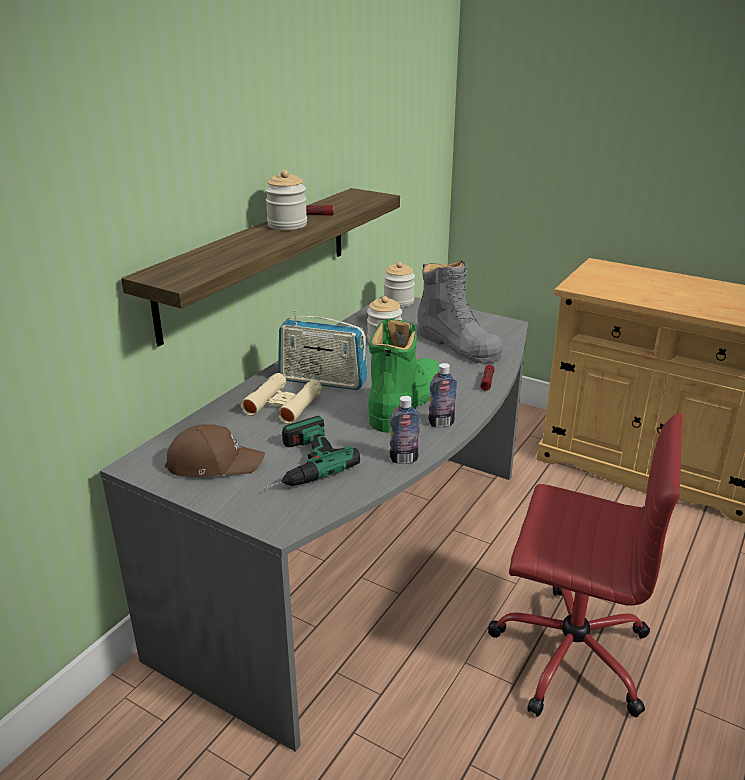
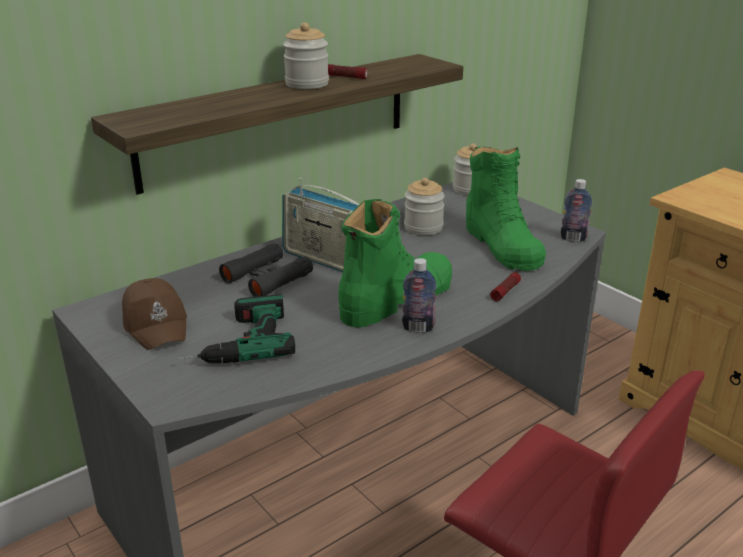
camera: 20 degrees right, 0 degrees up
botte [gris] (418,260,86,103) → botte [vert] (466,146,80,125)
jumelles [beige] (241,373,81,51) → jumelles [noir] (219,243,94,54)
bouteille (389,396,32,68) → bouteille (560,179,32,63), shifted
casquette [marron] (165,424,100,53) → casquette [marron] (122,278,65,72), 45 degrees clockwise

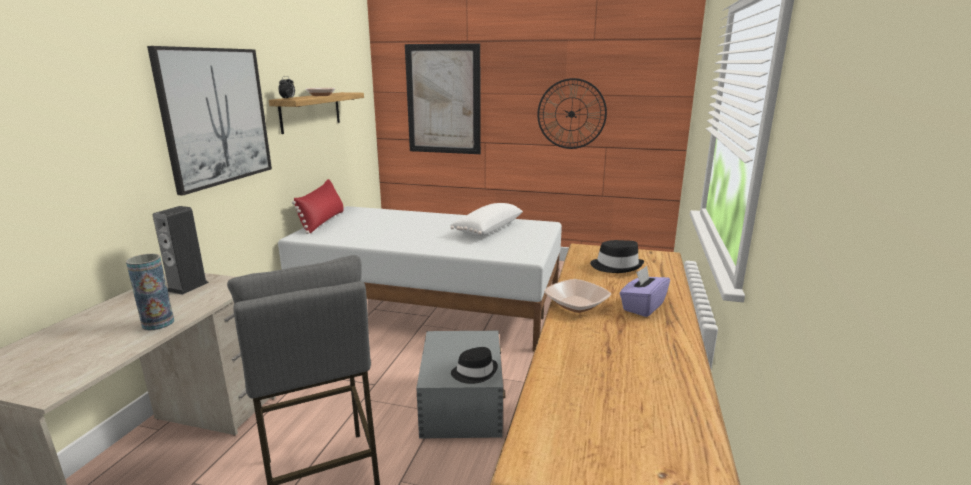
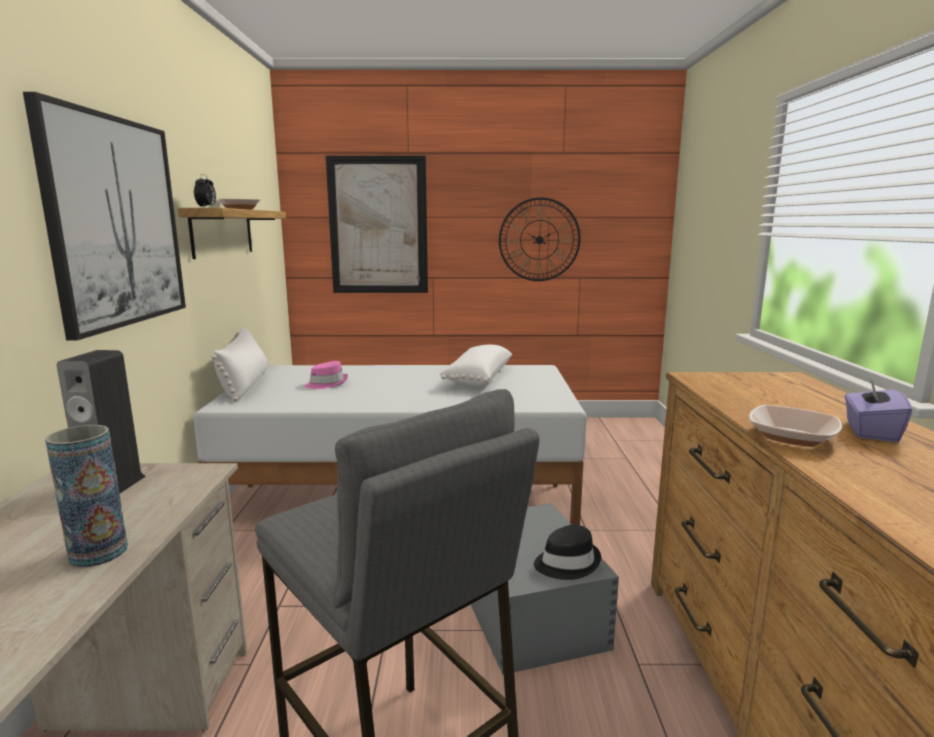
camera: 15 degrees left, 5 degrees down
coussin [rouge] (292,179,51,55) → coussin [blanc] (211,327,56,74)
chapeau [noir] (590,240,54,33) → -
- → chapeau [rose] (304,361,44,28)

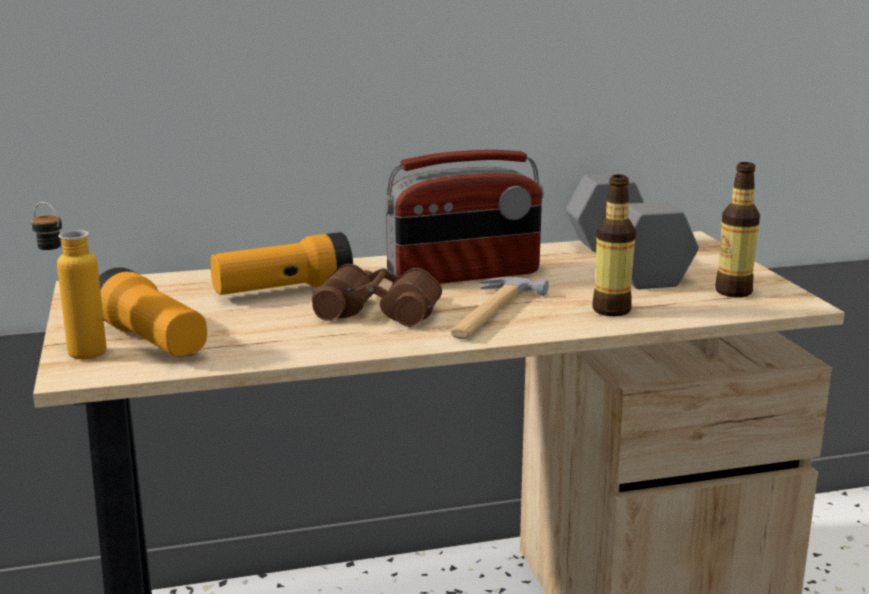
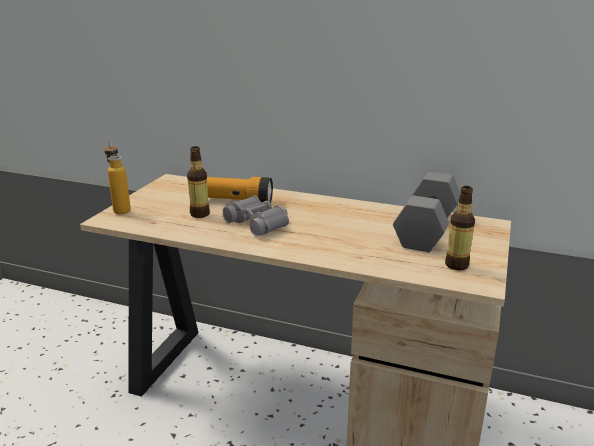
camera: 35 degrees right, 5 degrees up
radio (383,150,161,134) → -
bouteille (592,175,44,141) → bouteille (187,146,23,72), shifted
jumelles [marron] (312,264,130,63) → jumelles [gris] (223,196,66,40)
lampe de poche (99,267,108,89) → -
marteau (450,277,99,62) → -

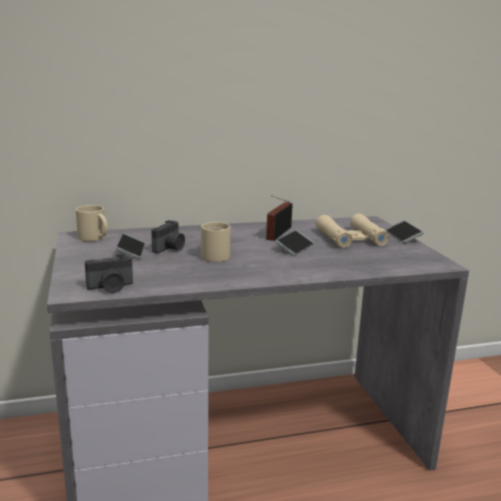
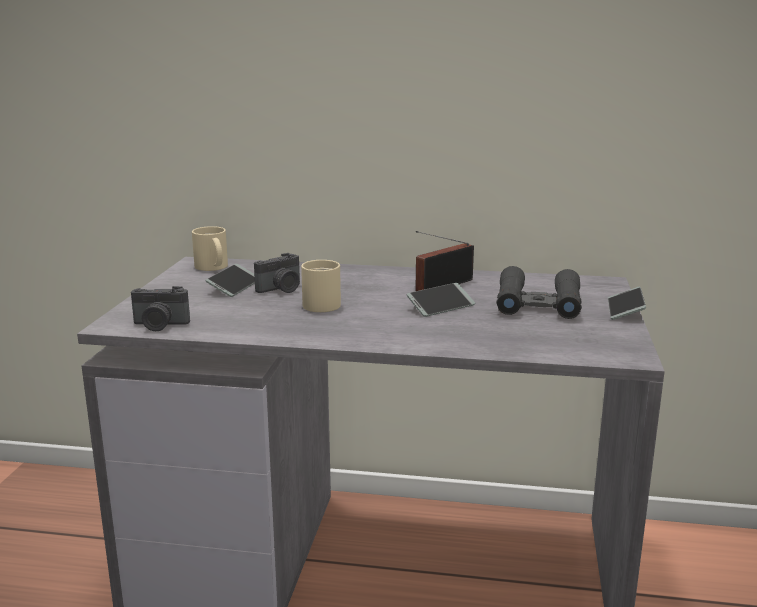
camera: 25 degrees right, 0 degrees up
jumelles [beige] (316,213,73,35) → jumelles [noir] (496,266,86,53)

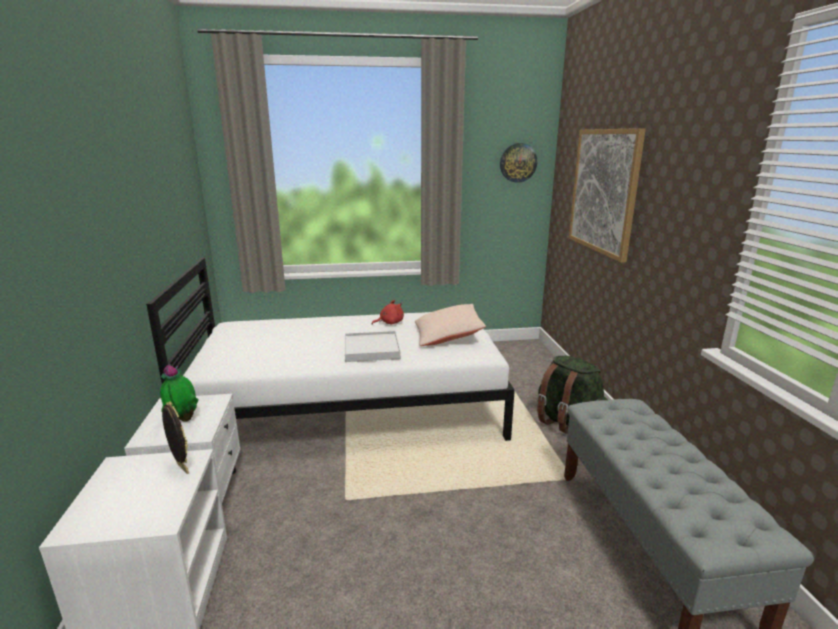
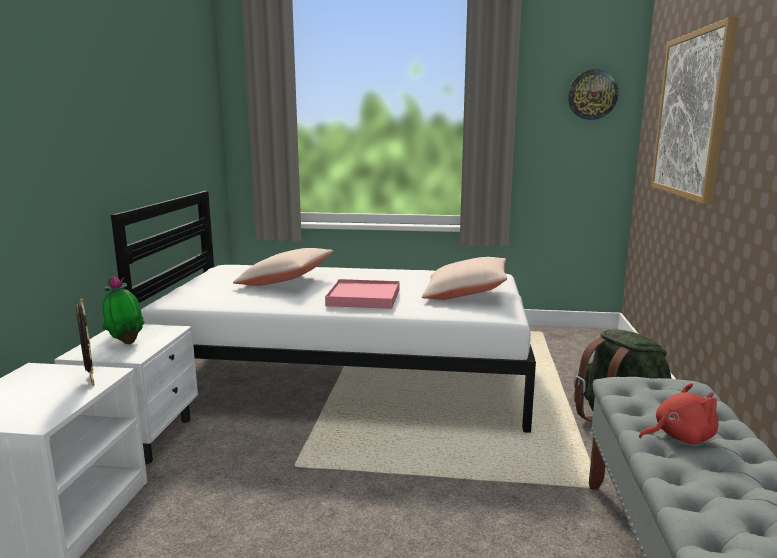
camera: 15 degrees right, 5 degrees down
peluche [rouge] (372,300,32,24) → peluche [rouge] (639,383,80,62), shifted
plateau [blanc] (345,331,56,31) → plateau [rose] (325,279,74,30)
- → coussin [beige] (233,248,100,38)

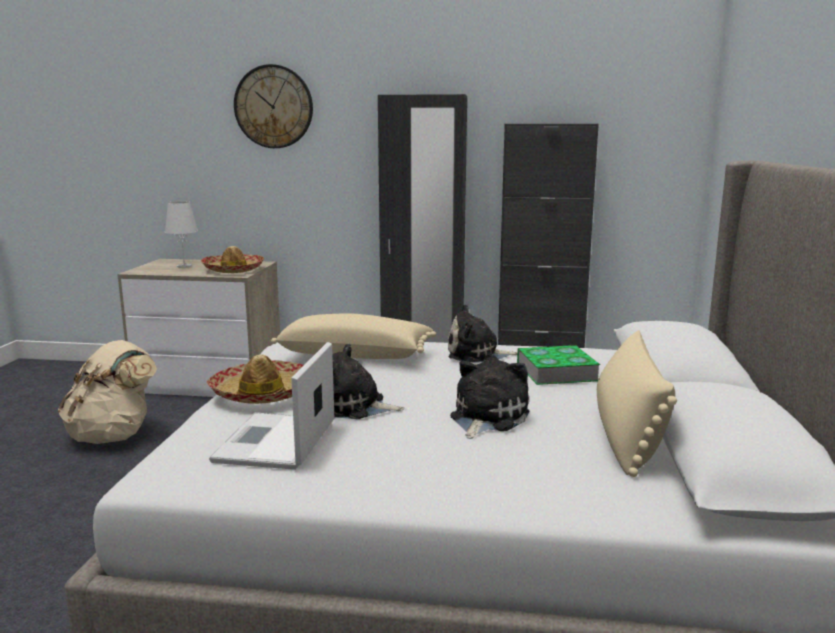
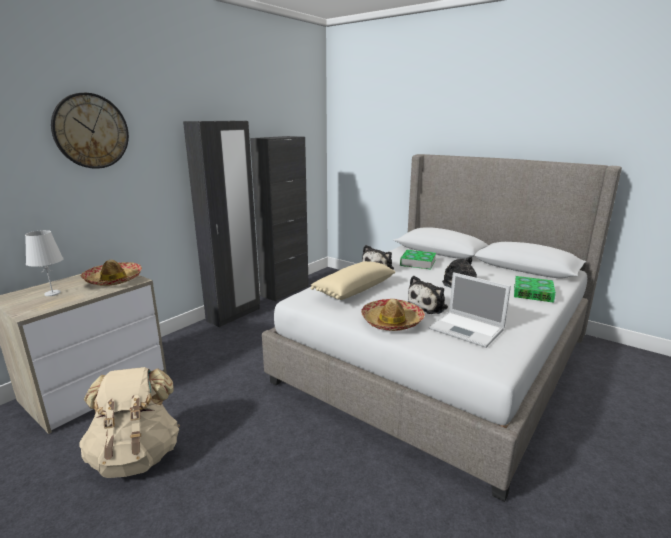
camera: 60 degrees left, 5 degrees up
coussin [beige] (597,330,80,147) → -
- → livre (514,276,42,27)

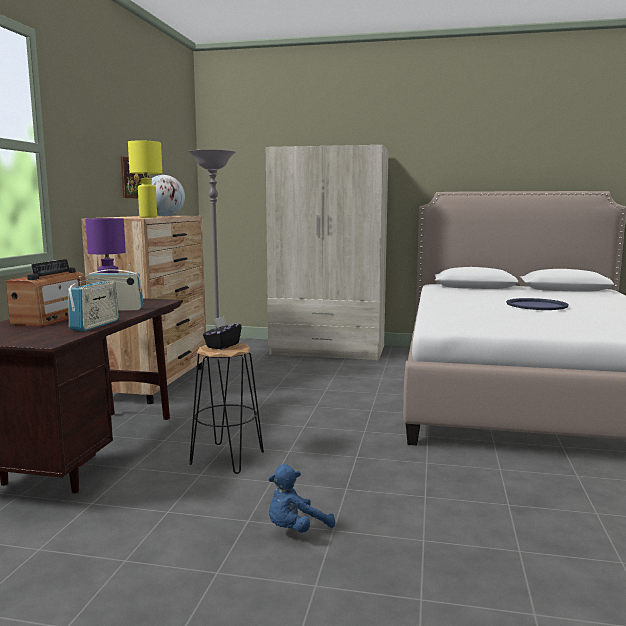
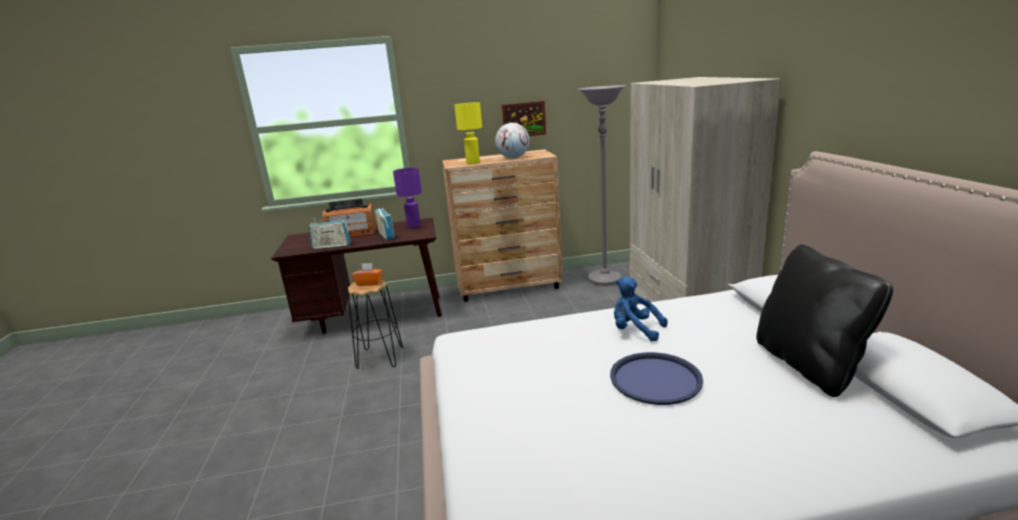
camera: 70 degrees right, 10 degrees up
boîte à mouchoirs [noir] (203,316,39,33) → boîte à mouchoirs [orange] (352,263,31,23)
peluche [bleu] (268,464,67,69) → peluche [bleu] (614,276,54,65), shifted
- → coussin [noir] (756,245,137,152)

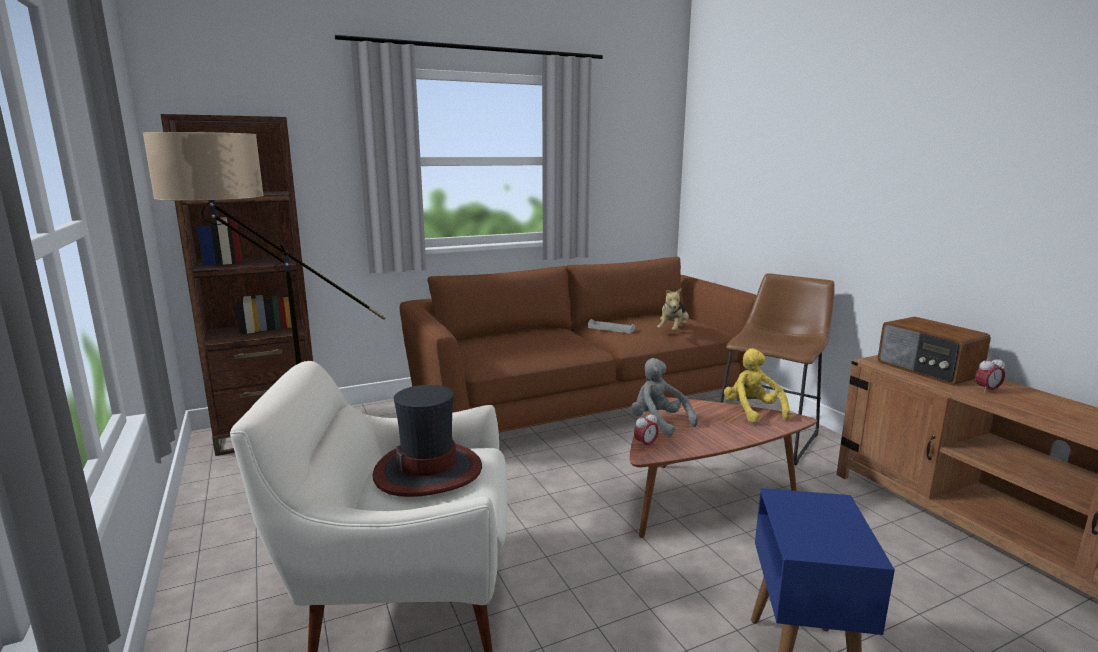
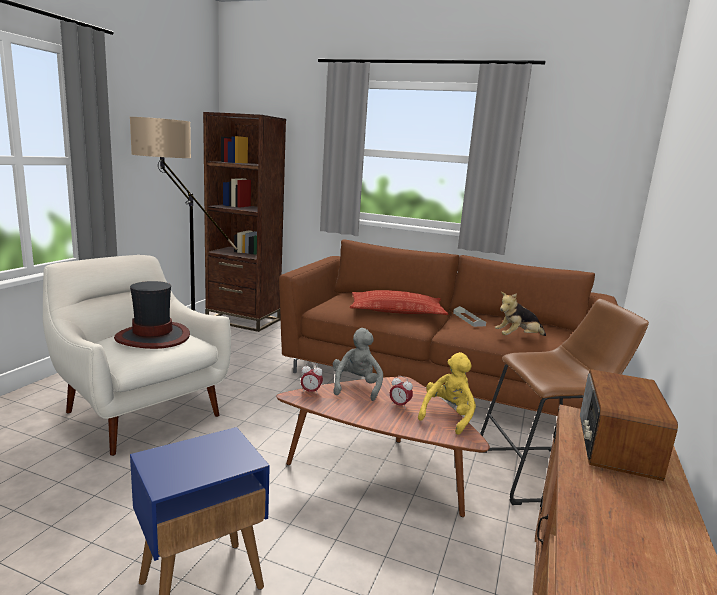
camera: 45 degrees right, 0 degrees up
réveil (975,356,30,37) → réveil (390,376,23,31), shifted
- → coussin (349,290,99,25)

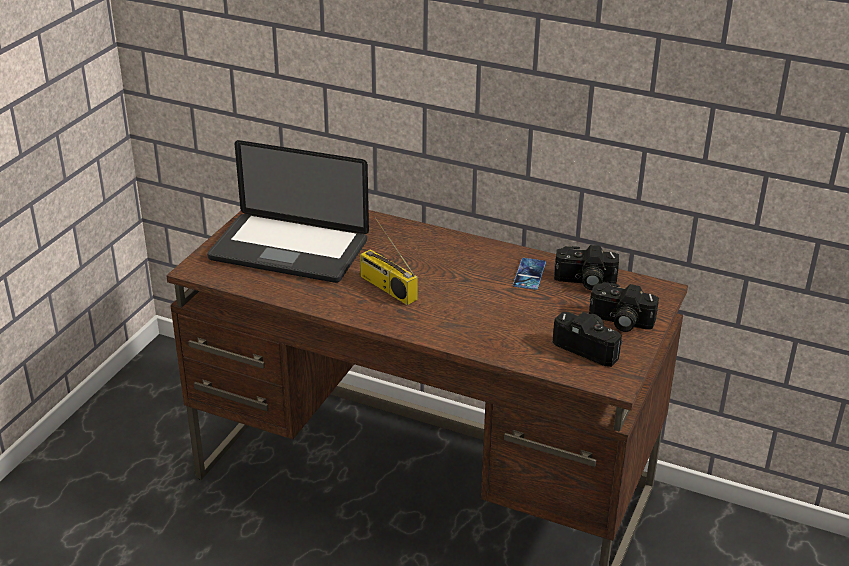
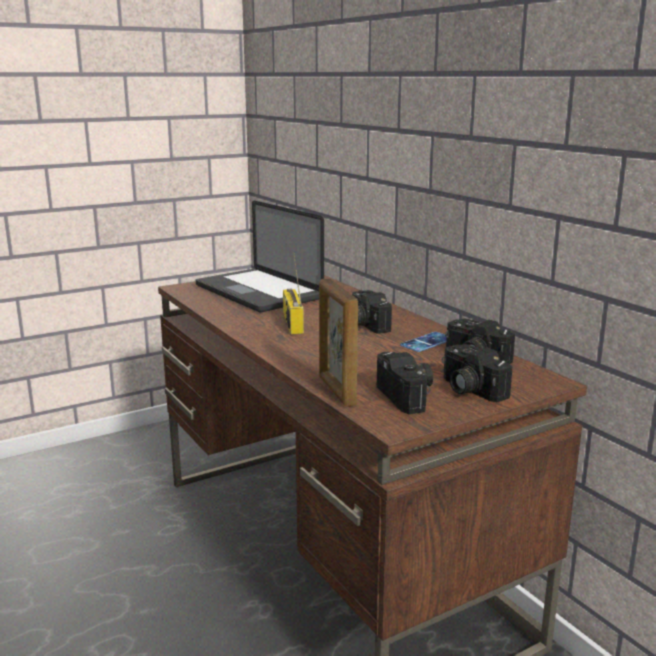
camera: 35 degrees right, 15 degrees down
- → cadre photo (319,278,39,129)
- → appareil photo (352,290,40,44)

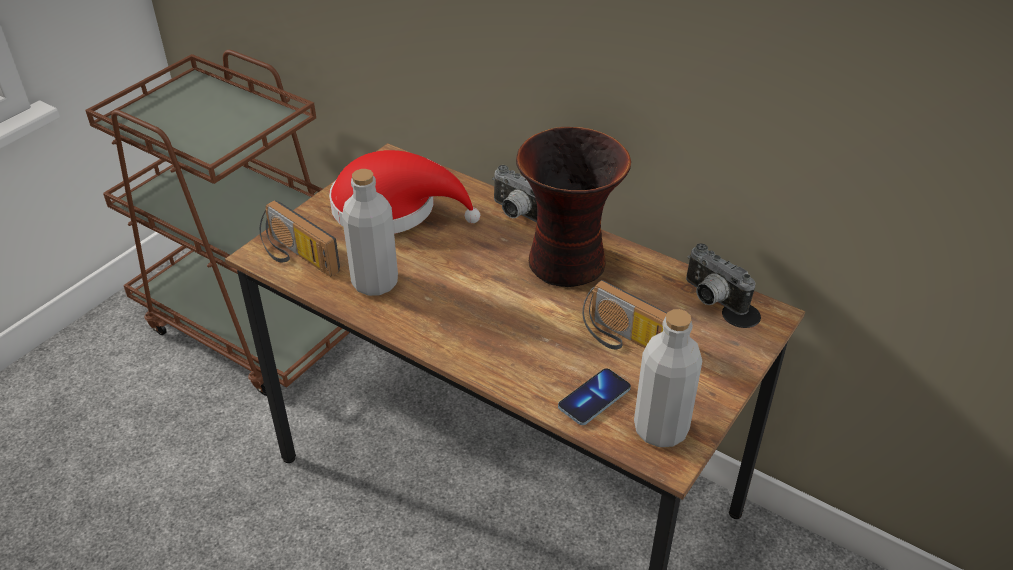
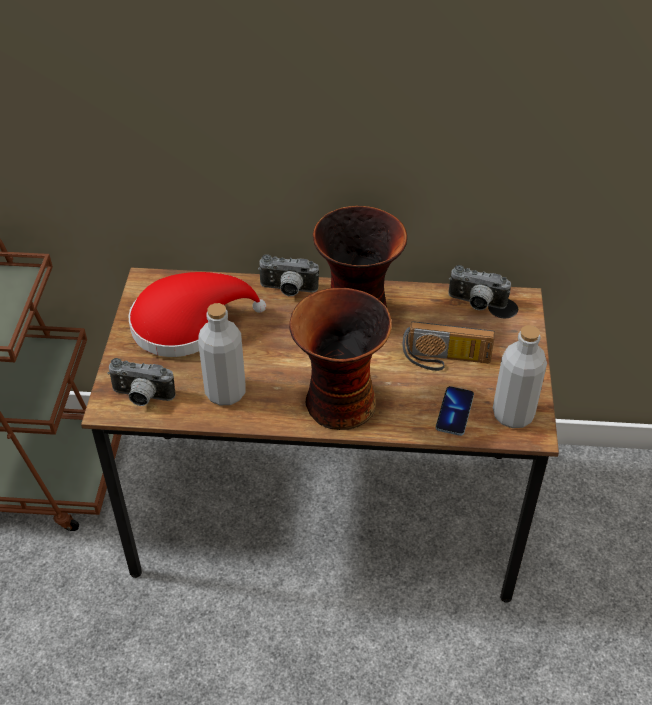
camera: 30 degrees left, 5 degrees up
radio (260,200,80,76) → appareil photo (107,358,69,48)
- → vase (289,288,103,142)

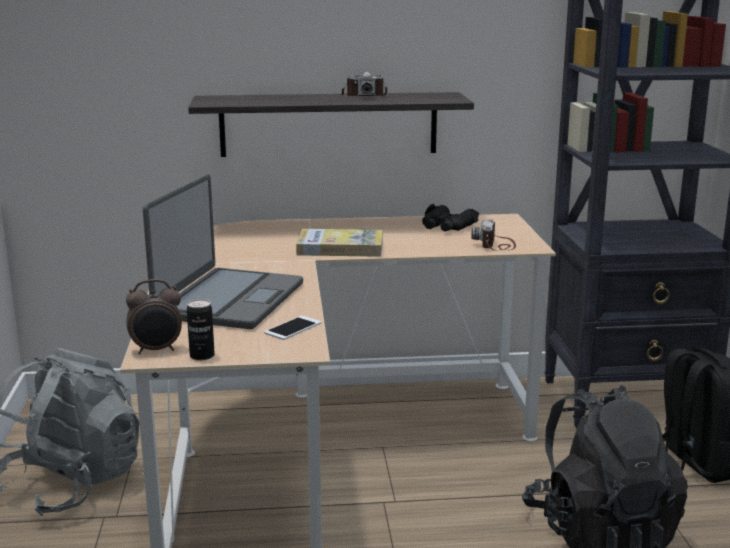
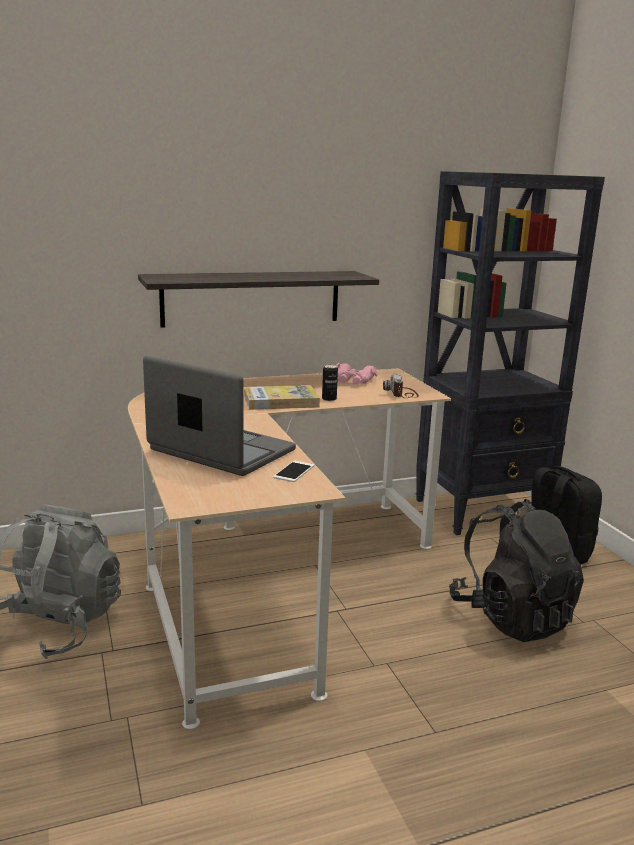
camera: 15 degrees left, 0 degrees up
appareil photo (340,72,47,24) → -
ordinateur portable (143,174,160,155) → ordinateur portable (143,356,153,120), 60 degrees counterclockwise
jumelles [noir] (422,204,57,28) → jumelles [rose] (337,363,41,22)
réveil (126,279,56,75) → -
boîte métallique (187,299,28,62) → boîte métallique (322,364,16,37), shifted

